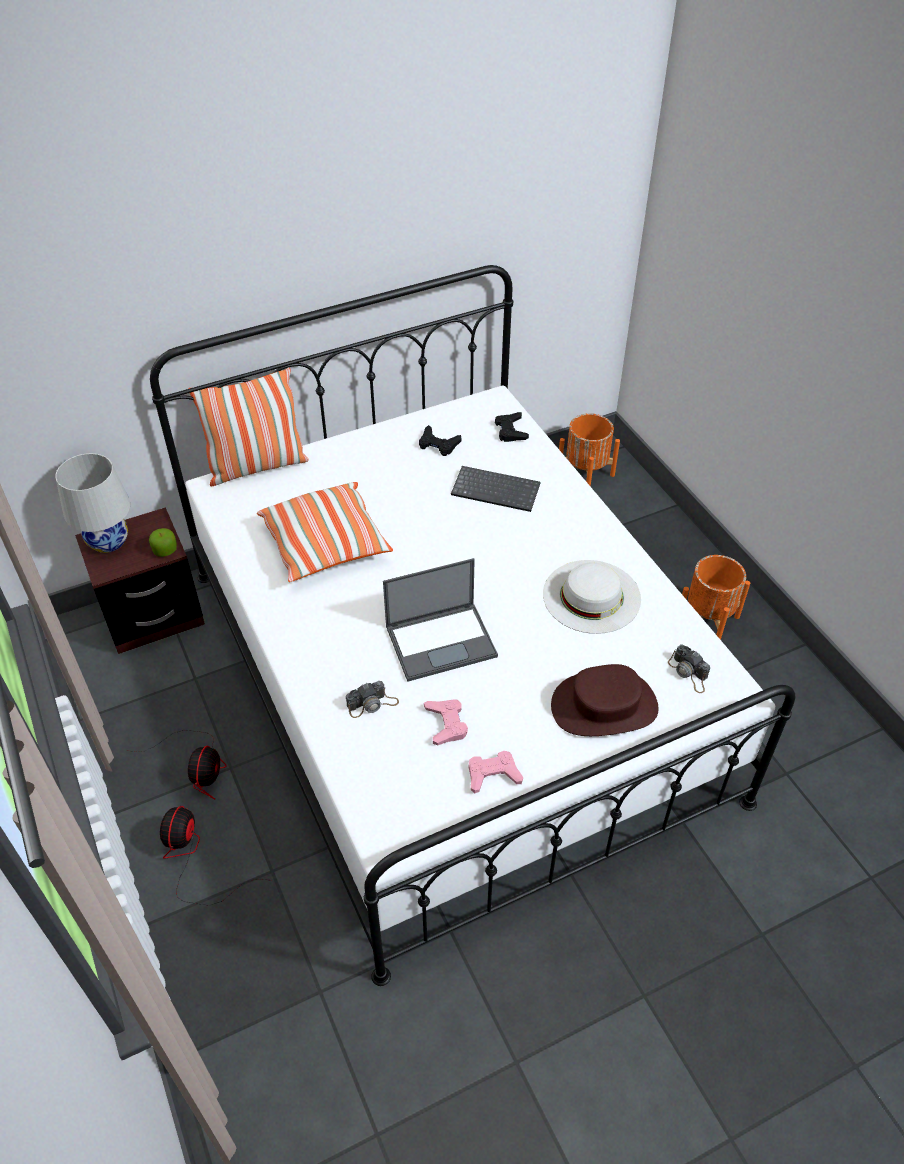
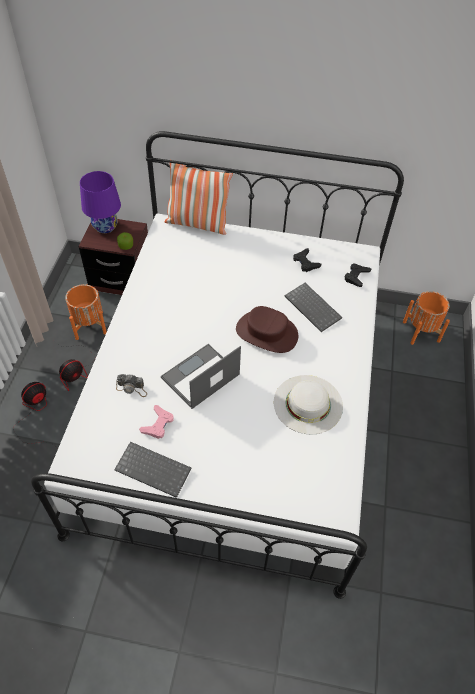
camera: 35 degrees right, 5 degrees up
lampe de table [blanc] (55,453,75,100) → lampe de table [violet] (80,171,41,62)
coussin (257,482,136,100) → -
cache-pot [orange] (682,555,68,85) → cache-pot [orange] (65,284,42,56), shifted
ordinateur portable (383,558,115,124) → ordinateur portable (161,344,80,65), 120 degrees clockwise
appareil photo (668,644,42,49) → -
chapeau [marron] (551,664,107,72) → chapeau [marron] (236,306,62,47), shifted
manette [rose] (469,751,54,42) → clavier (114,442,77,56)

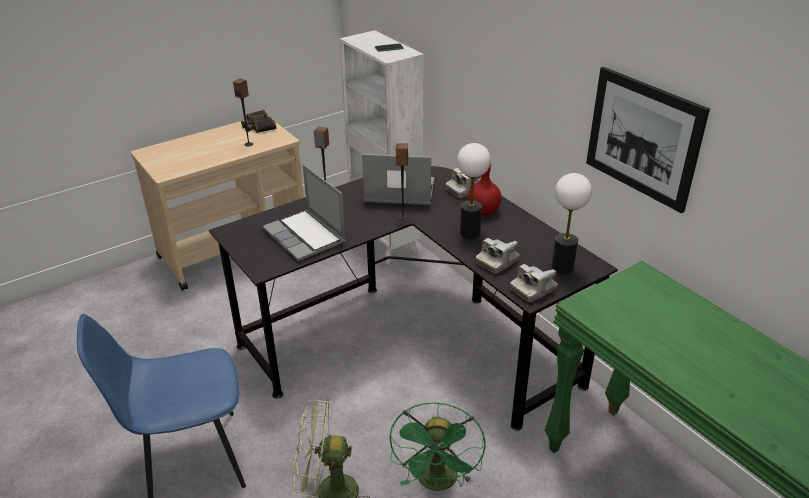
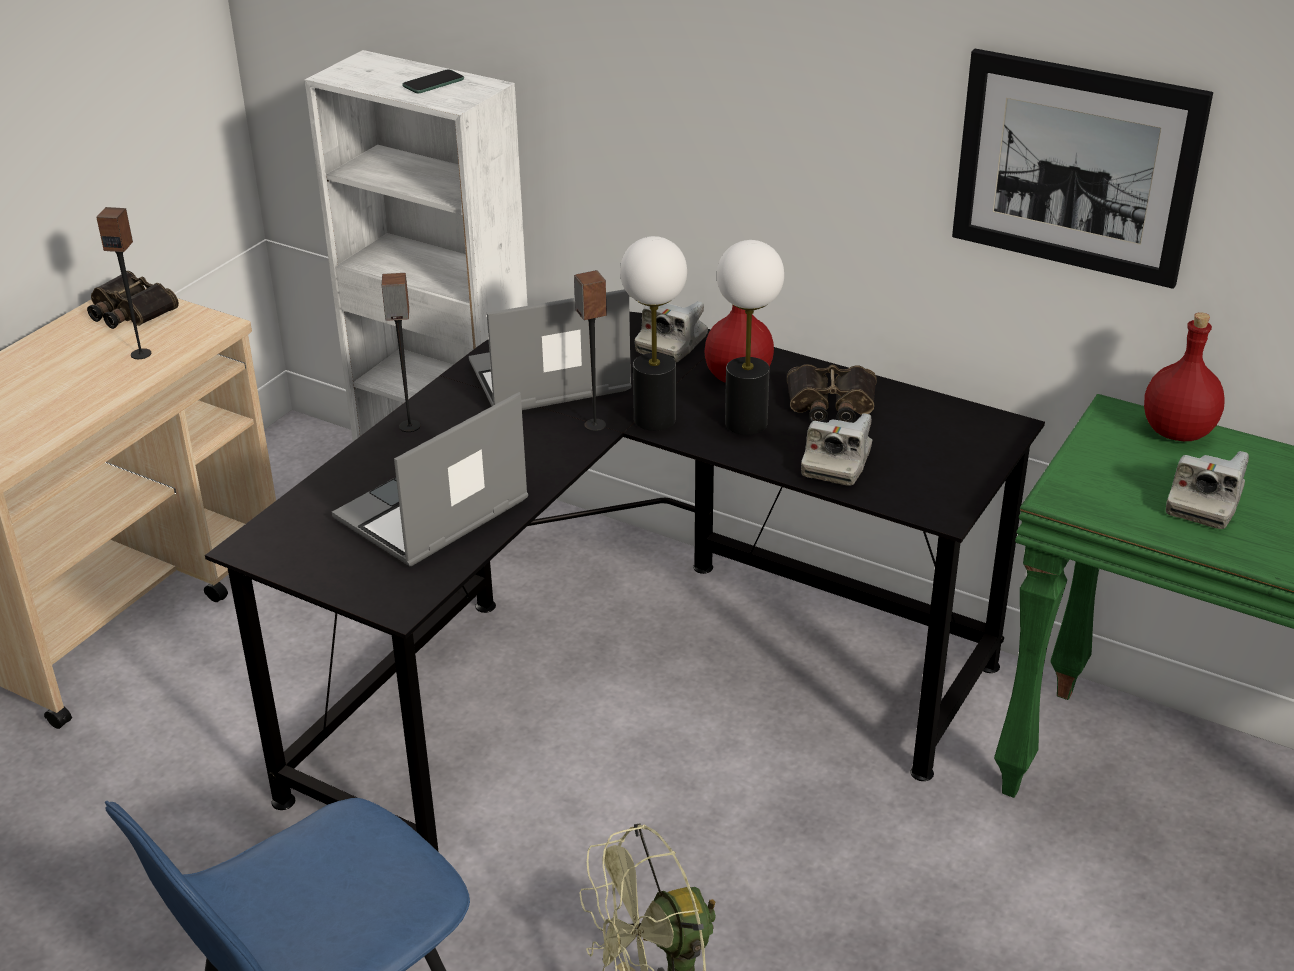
camera: 25 degrees left, 0 degrees up
ordinateur portable (263,165,83,96) → ordinateur portable (332,392,196,174), 105 degrees clockwise
lampe de table (551,173,41,101) → lampe de table (620,236,67,195), shifted
appareil photo (510,264,48,38) → appareil photo (1166,451,83,78), shifted
ventilateur [vert] (389,403,96,88) → -
- → bouteille [rouge] (1144,312,81,129)
- → jumelles (787,364,90,59)

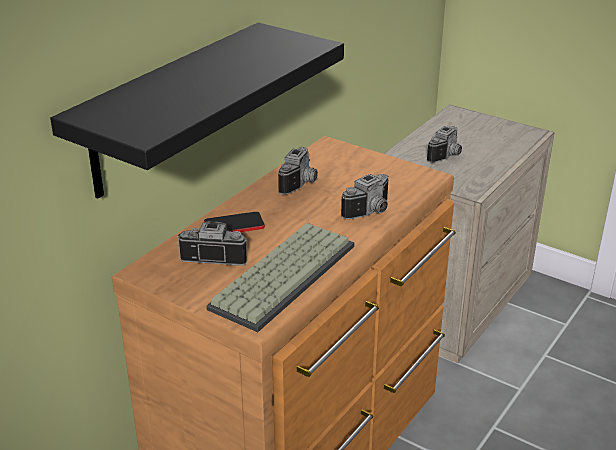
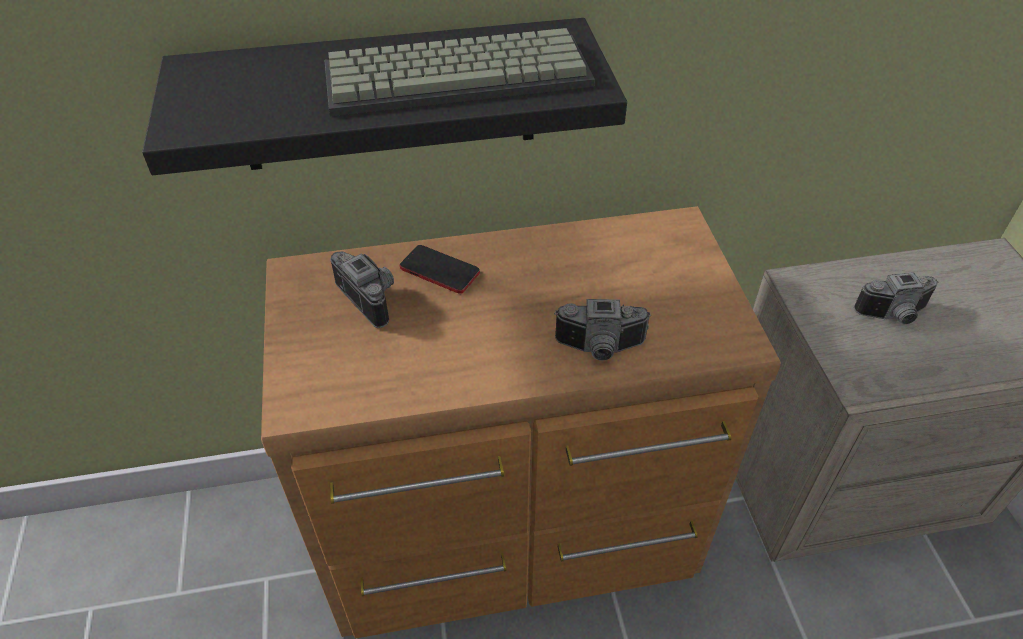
camera: 45 degrees right, 15 degrees up
appareil photo (278,147,40,48) → -
clavier (206,223,149,109) → clavier (324,28,271,88), shifted

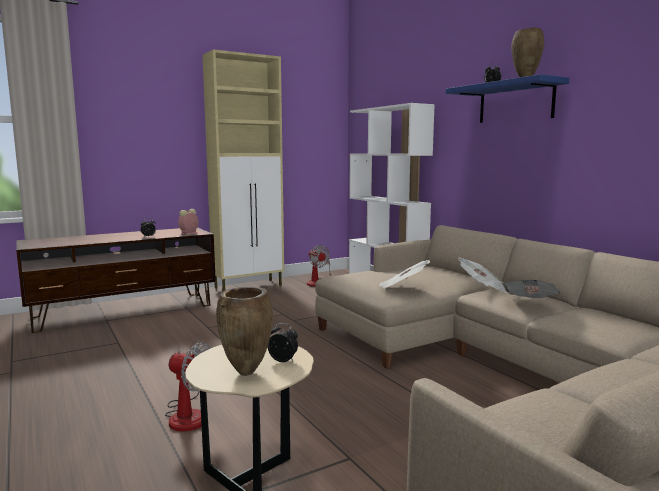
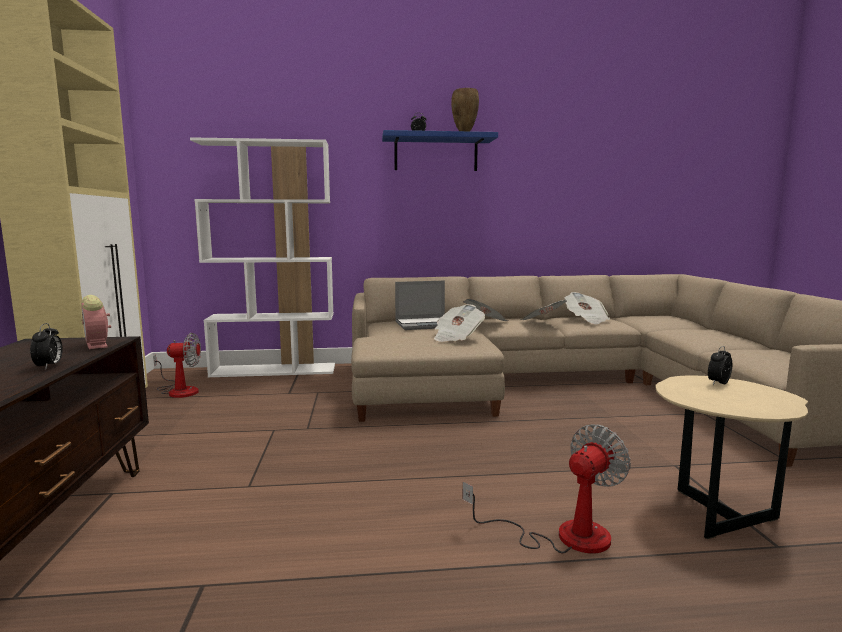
camera: 65 degrees left, 0 degrees up
vase [marron] (216,287,57,89) → -
- → ordinateur portable (395,281,50,49)
- → journal (565,292,45,32)

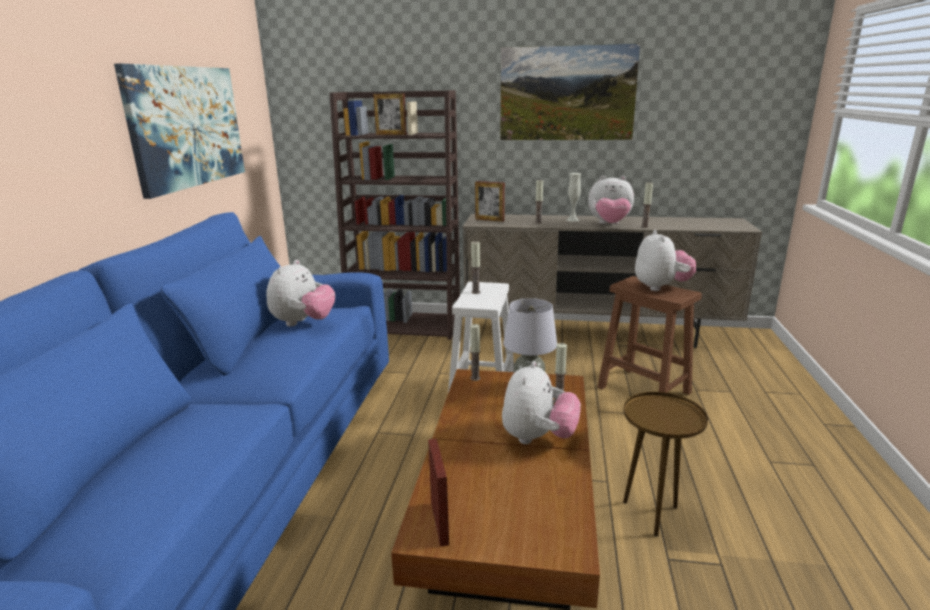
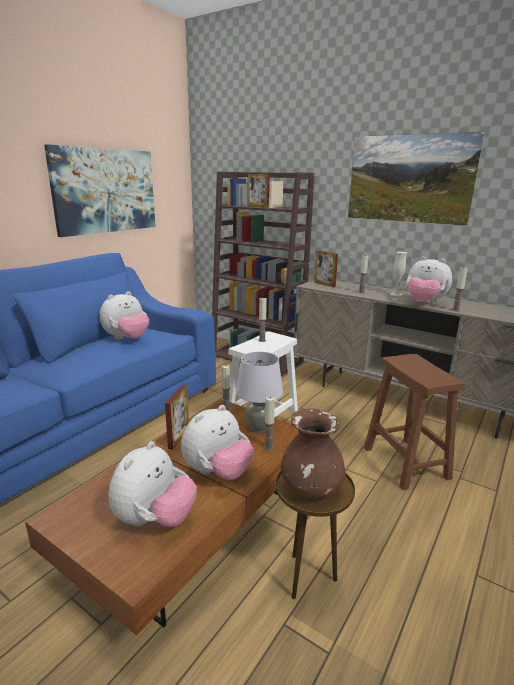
camera: 25 degrees right, 0 degrees up
peluche (635,230,61,61) → peluche (108,441,89,86), shifted
cadre photo (428,438,21,109) → cadre photo (165,385,24,65), shifted
- → vase [marron] (281,408,65,90)

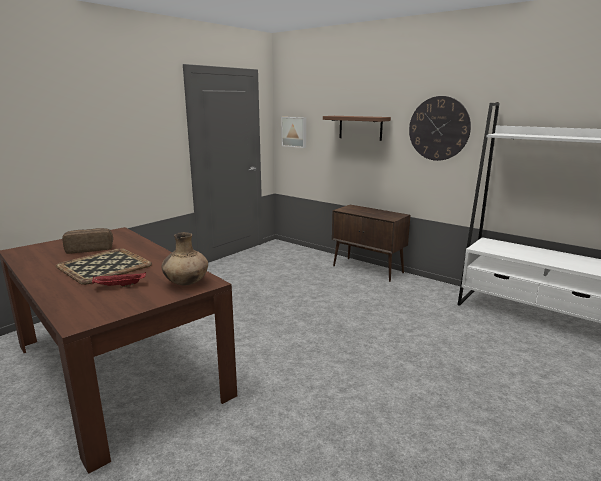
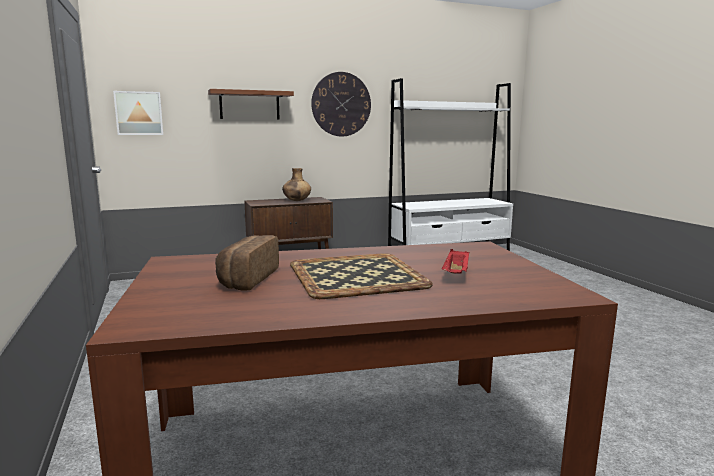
camera: 60 degrees left, 5 degrees down
vase [marron] (162,232,46,53) → vase [marron] (282,168,29,33), shifted

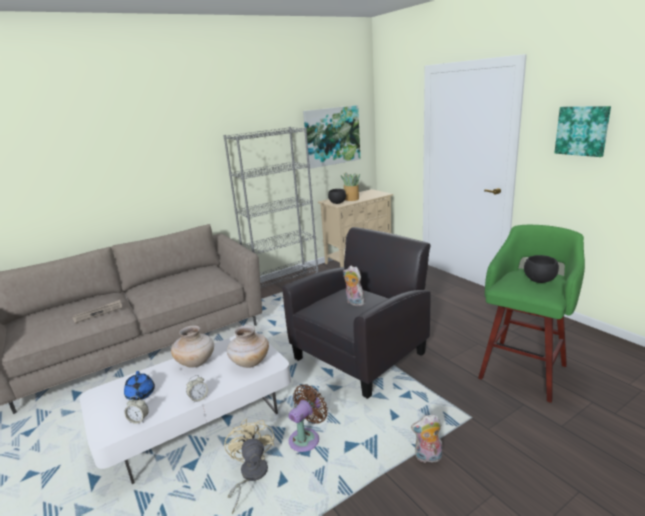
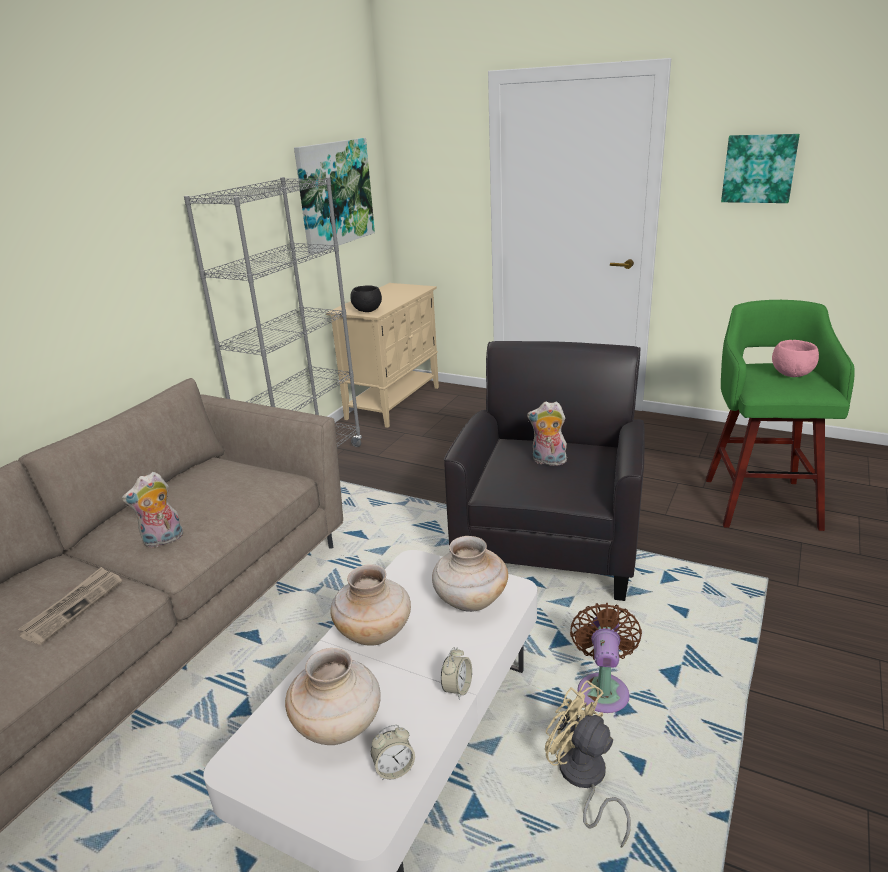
camera: 30 degrees left, 5 degrees up
plante en pot (341,172,19,29) → -
bol [noir] (524,255,35,28) → bol [rose] (772,340,47,37)
théière [bleu] (124,371,31,29) → vase [beige] (285,648,96,97)
peluche (411,414,31,49) → peluche (122,472,61,76), shifted

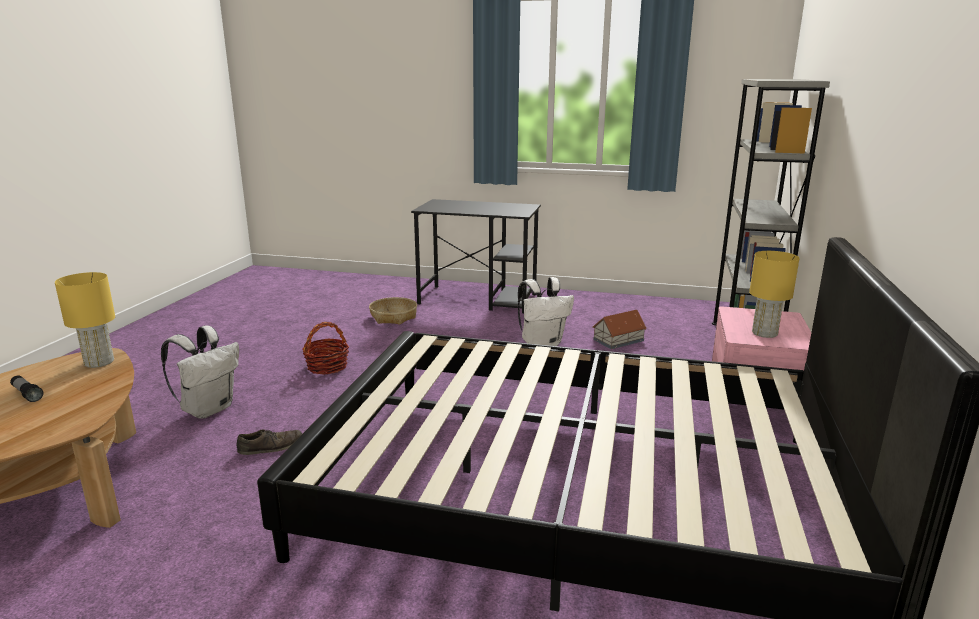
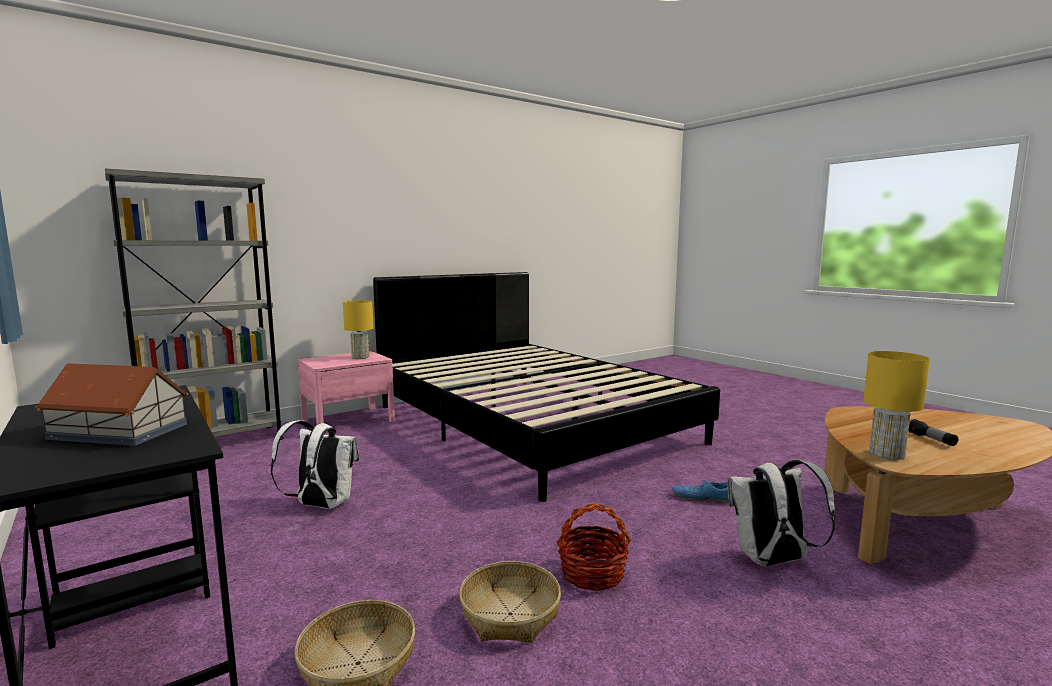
camera: 140 degrees left, 10 degrees down
maison miniature (592,310,55,39) → maison miniature (35,363,154,83), shifted
chaussure [marron] (237,429,65,26) → chaussure [bleu] (672,481,57,21)
- → panier (459,561,102,82)

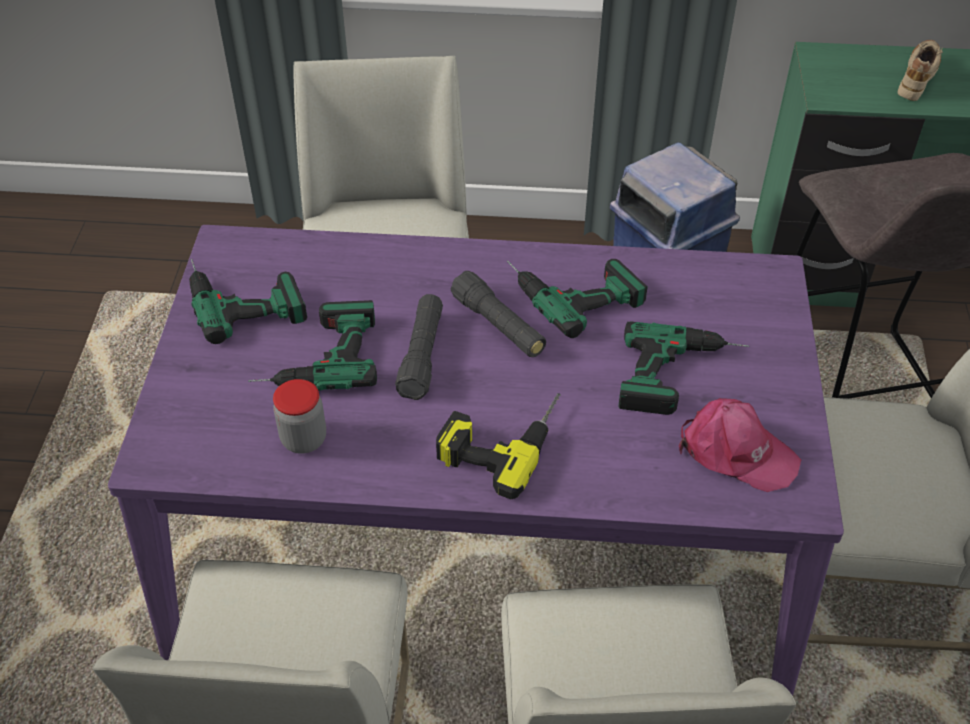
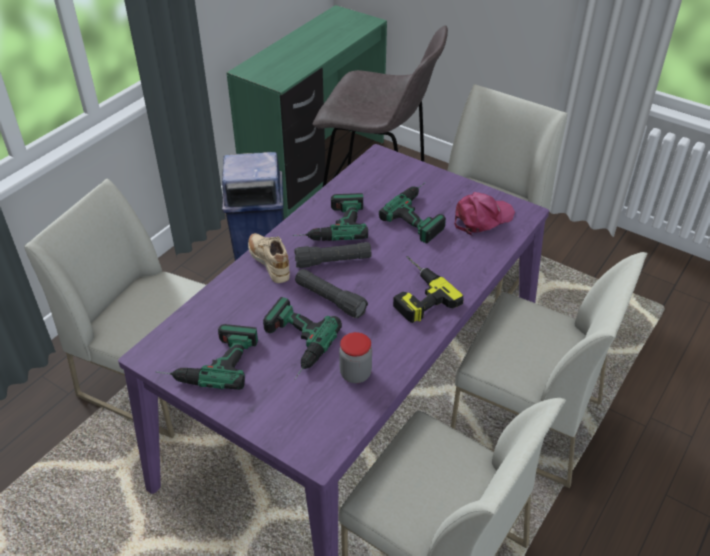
camera: 60 degrees left, 5 degrees down
chaussure [beige] (898,40,45,61) → chaussure [beige] (248,233,42,50), shifted

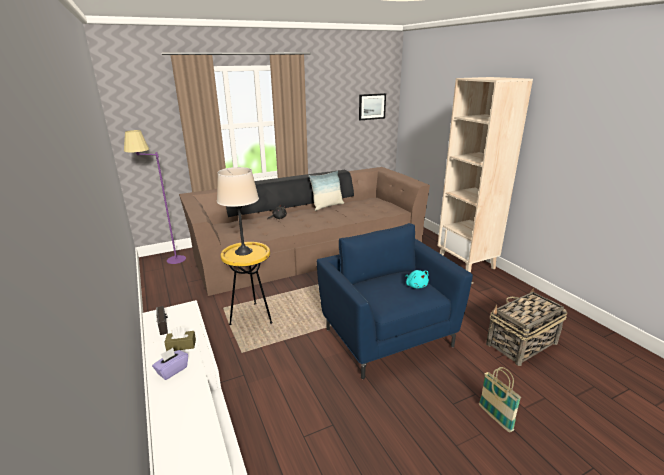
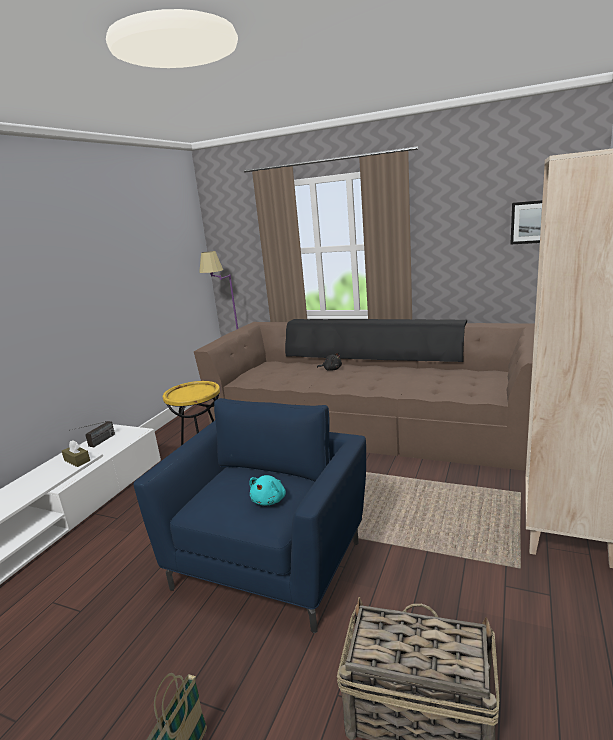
camera: 50 degrees right, 5 degrees down
lampe de table [beige] (217,167,42,88) → -
coussin (309,170,35,41) → -
boîte à mouchoirs [violet] (152,348,36,32) → -

